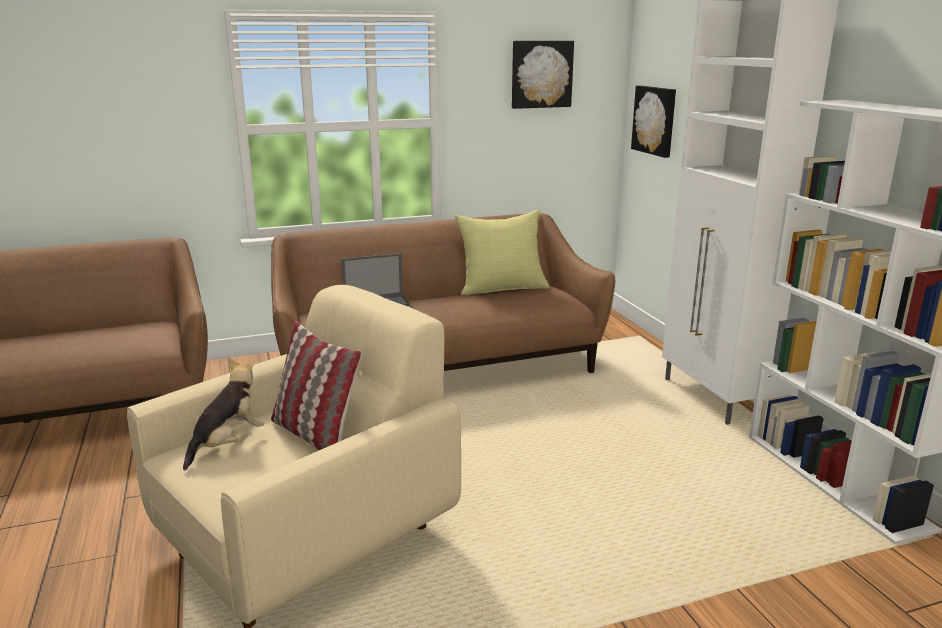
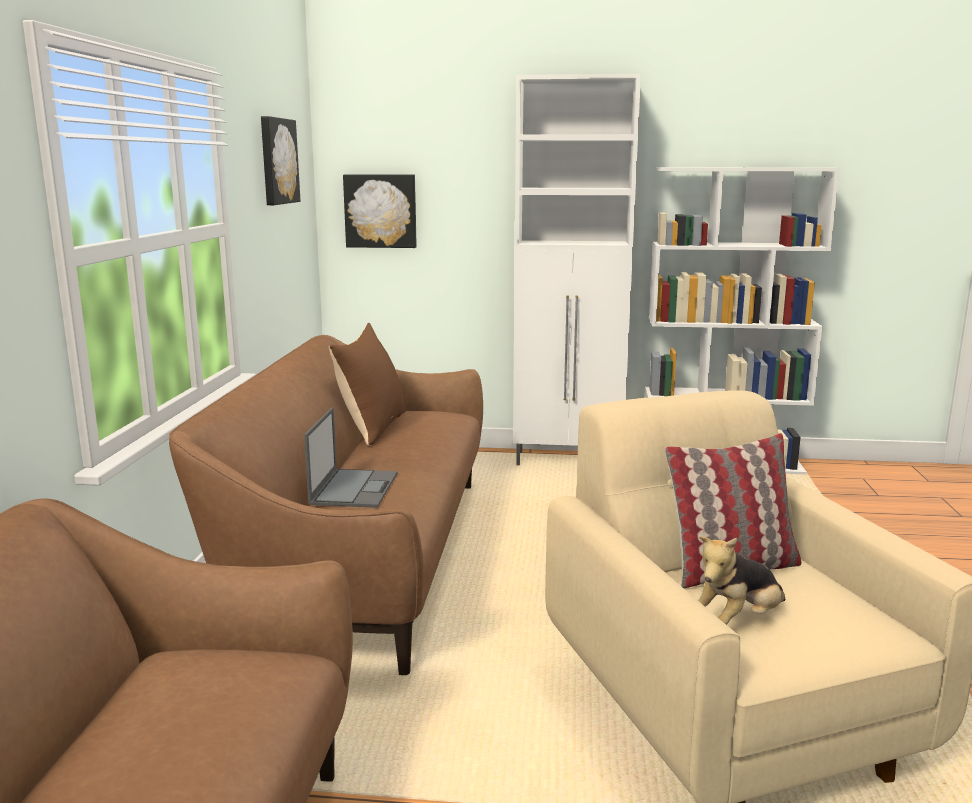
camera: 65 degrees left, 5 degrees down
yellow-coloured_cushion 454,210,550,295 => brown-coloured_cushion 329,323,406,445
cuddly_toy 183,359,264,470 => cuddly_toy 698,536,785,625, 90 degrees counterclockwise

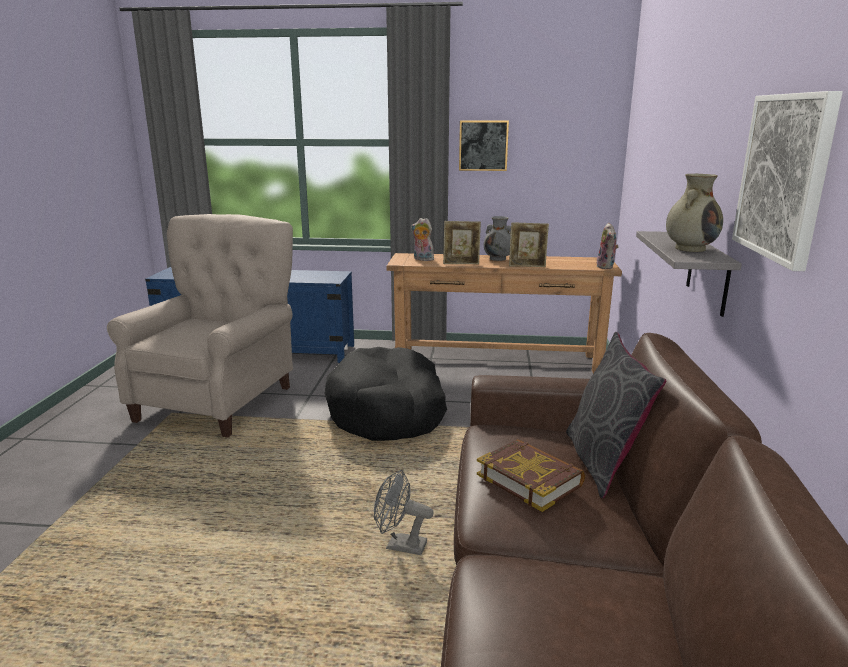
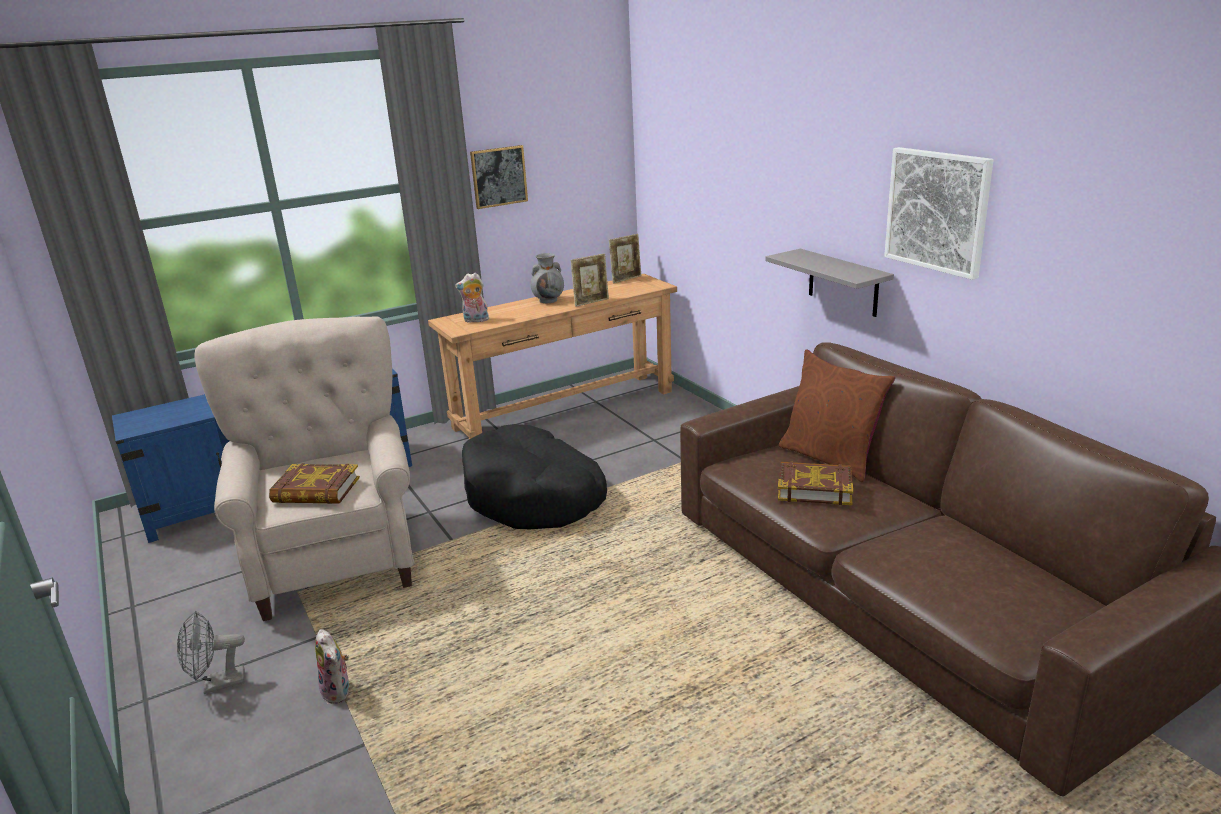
camera: 35 degrees left, 5 degrees up
beige_vase 666,174,723,252 => nothing
standing_frame 443,221,481,264 => standing_frame 609,234,642,284, moved
cuddly_toy 597,223,619,269 => cuddly_toy 315,629,349,704, moved
greyish_cushion 566,332,666,498 => brown-coloured_cushion 779,349,895,482
greyish_fan 374,470,433,555 => greyish_fan 177,611,245,694, moved
nothing => bound_book 269,463,360,504

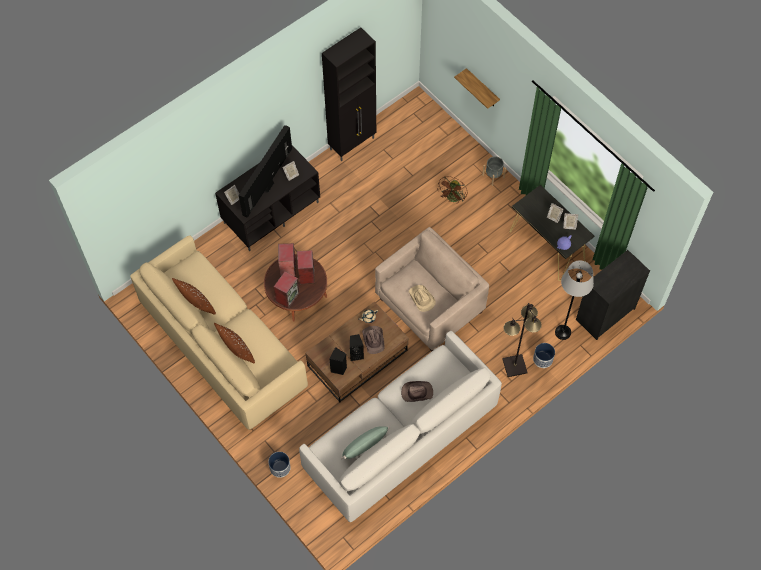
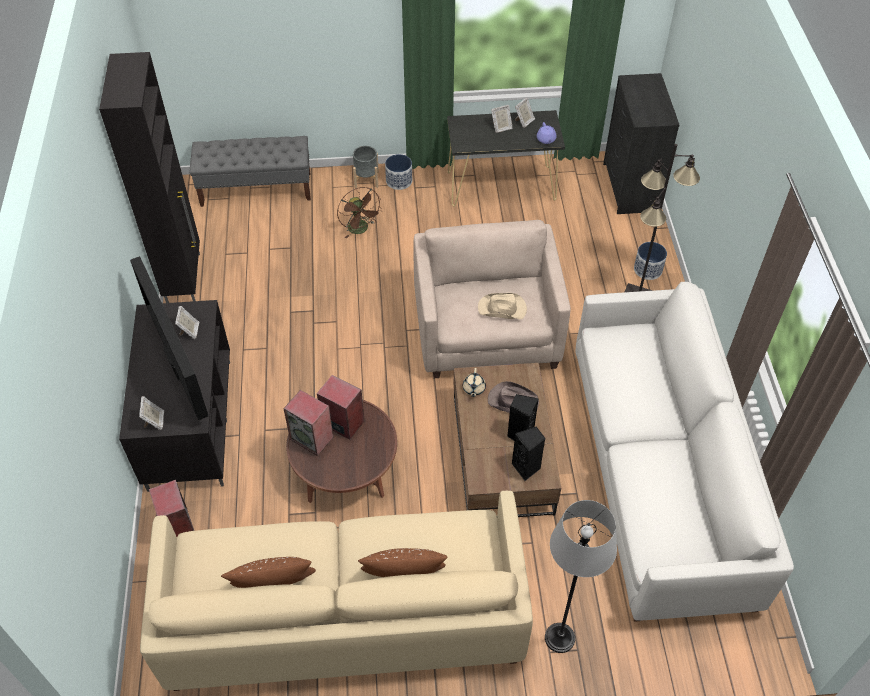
camera: 55 degrees left, 10 degrees down
shelf 454,68,500,109 => nothing
greyish_standard_lamp 555,261,594,340 => greyish_standard_lamp 545,500,617,653, moved
audio_speaker 274,272,300,308 => audio_speaker 149,480,194,537, moved
brown-coloured_clothing_hat 401,381,433,402 => nothing
green-coloured_cushion 341,426,390,459 => nothing
plant_pot 268,452,291,478 => plant_pot 385,154,412,190, moved
nothing => greyish_bench 190,136,311,207

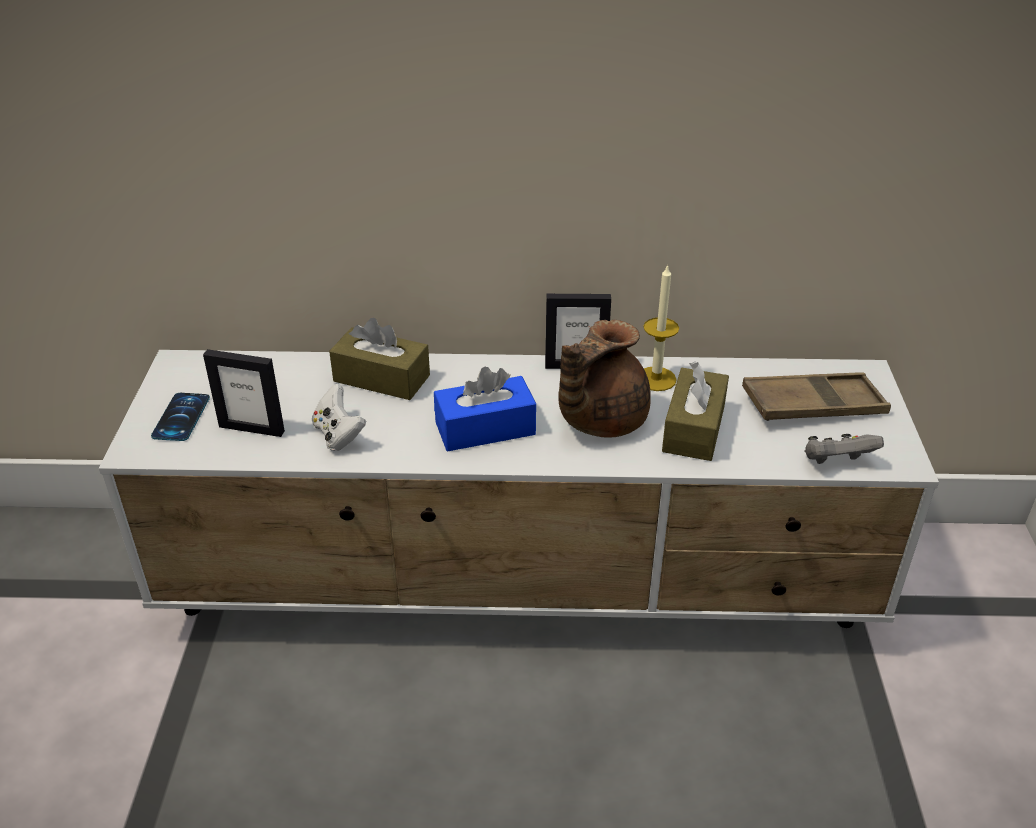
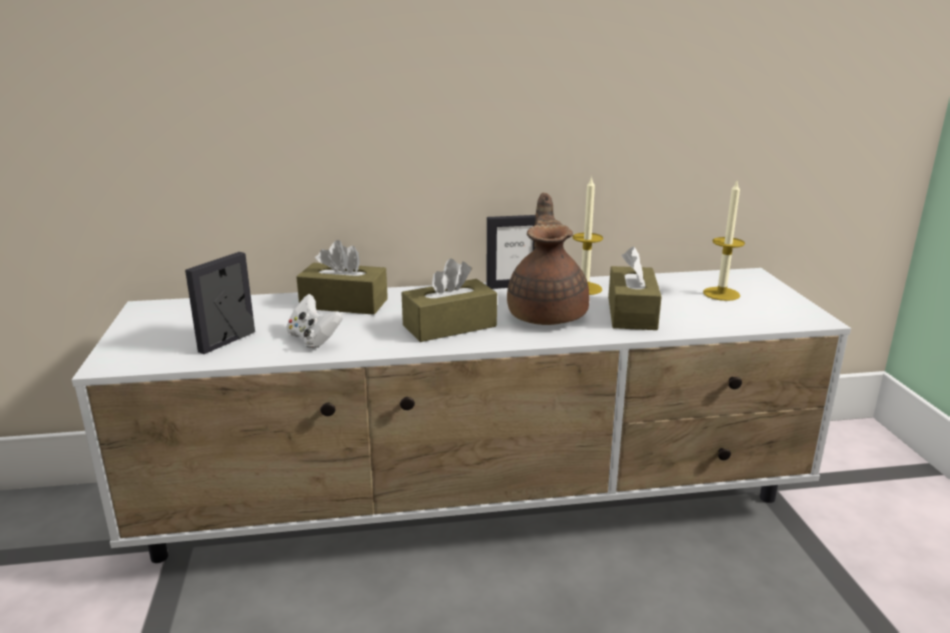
camera: 10 degrees left, 15 degrees down
brown-coloured_pot_for_tea 558,320,651,438 => brown-coloured_pot_for_tea 507,193,589,325, 150 degrees clockwise
standing_frame 203,349,285,437 => standing_frame 185,252,255,354, 120 degrees clockwise
blue-coloured_tissue_holder 434,367,536,451 => brown-coloured_tissue_holder 402,258,497,342
brown-coloured_serving_tray 742,372,891,421 => candle 703,181,745,301
telephone 151,393,210,441 => nothing
greyish_game_controller 805,434,884,464 => nothing

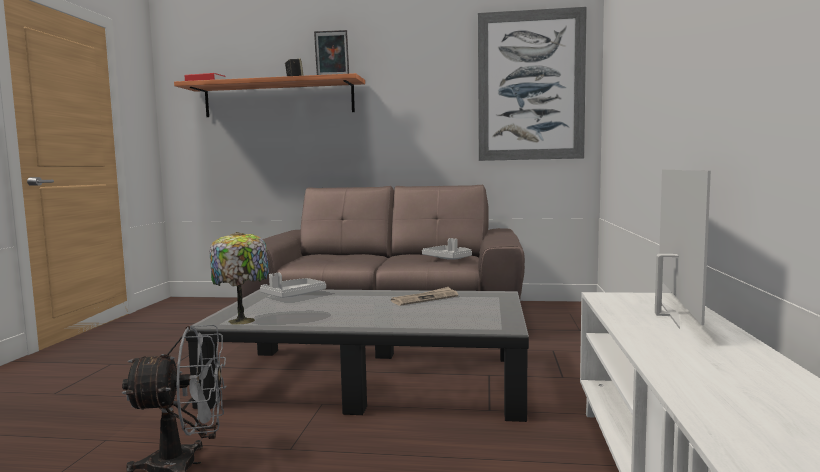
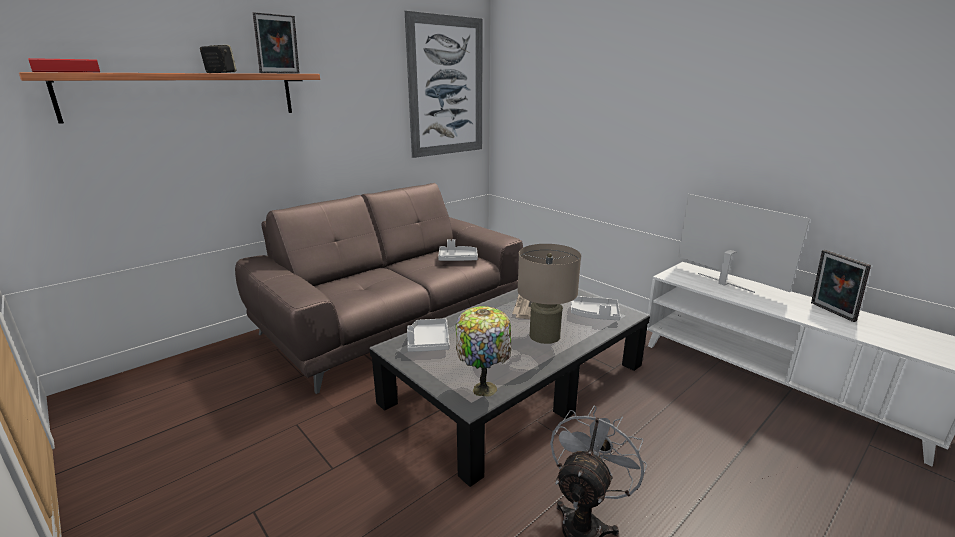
camera: 50 degrees left, 15 degrees up
nothing => beige_lamp_for_a_table 518,244,581,344
nothing => standing_frame 811,250,871,322
nothing => greyish_serving_tray 571,296,621,320

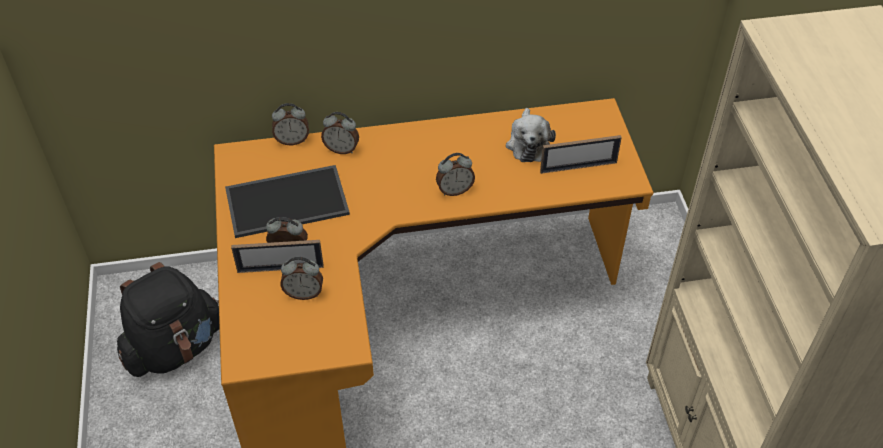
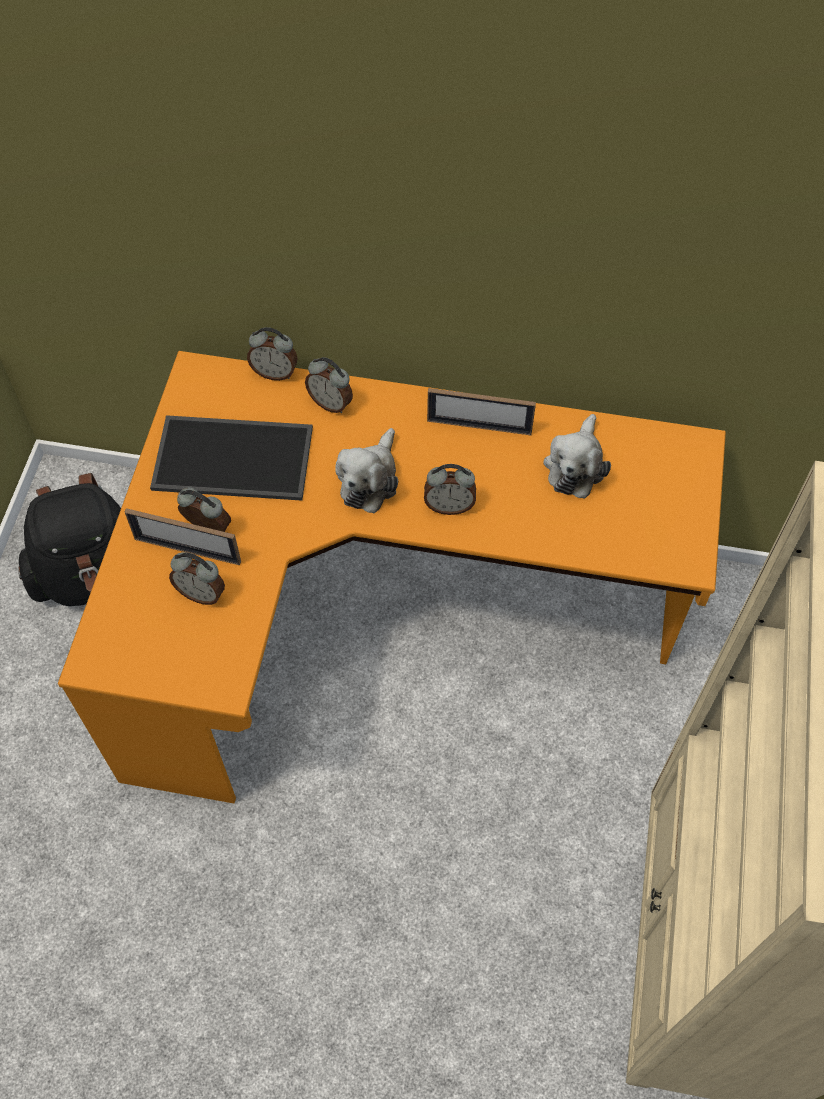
camera: 20 degrees right, 10 degrees up
standing_frame 540,135,622,174 => standing_frame 427,388,536,435, moved
nothing => cuddly_toy 335,428,398,513

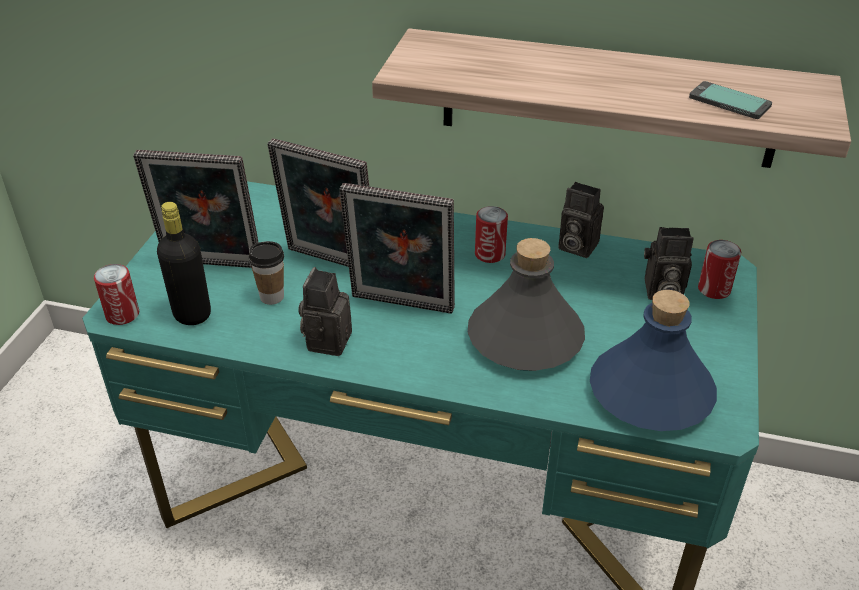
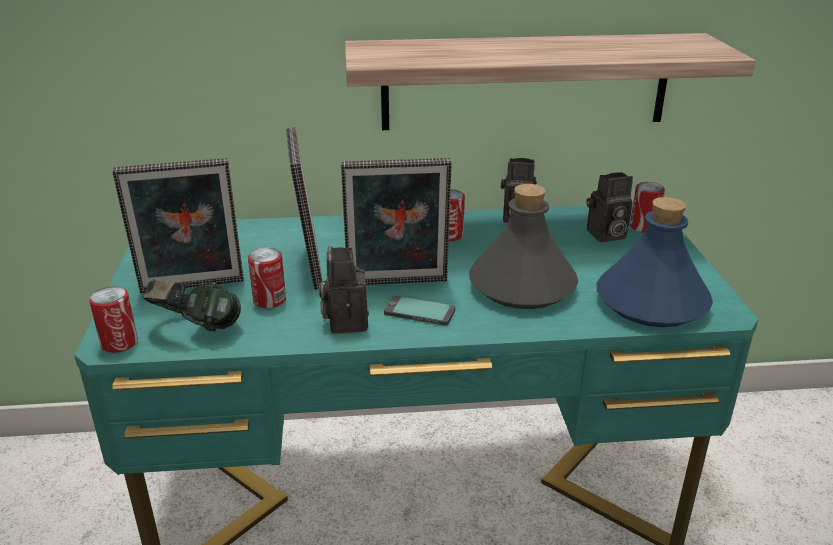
camera: 20 degrees left, 10 degrees down
telephone 689,81,772,119 => telephone 384,296,456,325, moved
standing_frame 267,138,369,267 => standing_frame 286,127,322,290, 75 degrees clockwise
blackish_beverage_bottle 157,202,211,325 => headphones 143,280,241,331
drinking_cup 249,241,284,305 => can 248,248,286,308

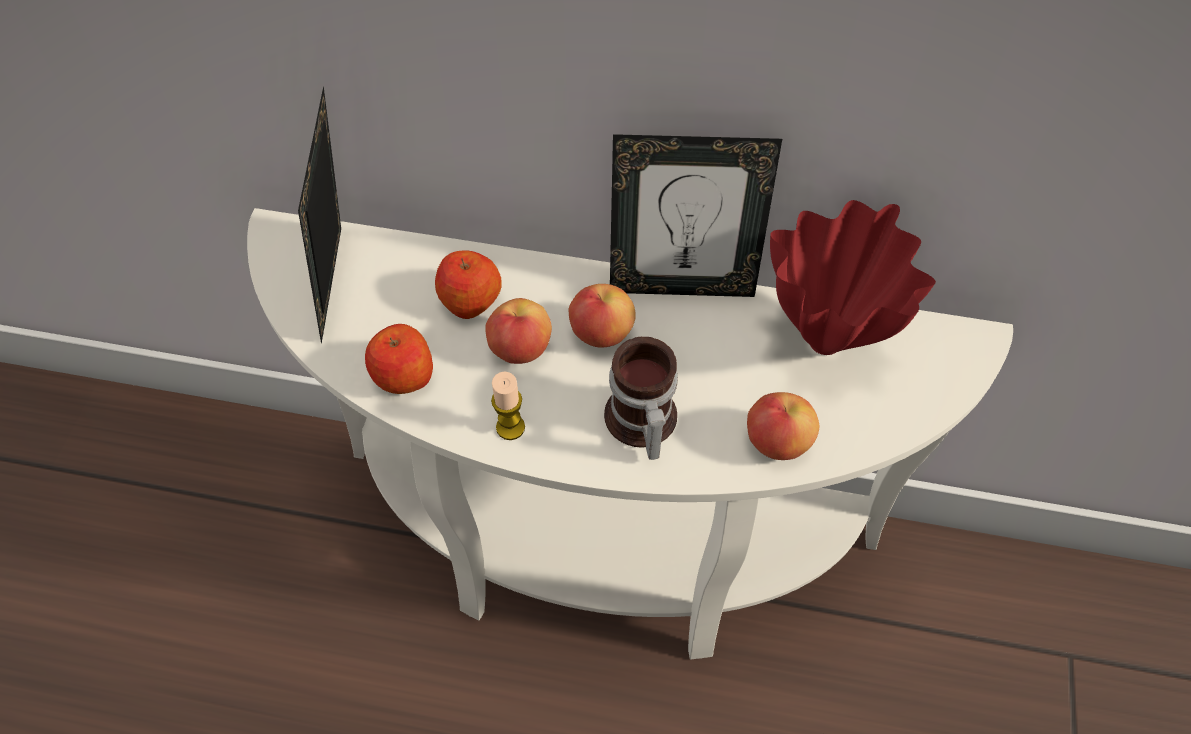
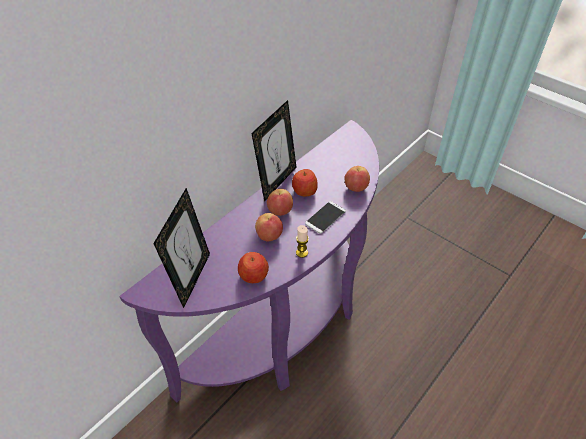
camera: 60 degrees left, 10 degrees down
standing_frame 298,87,341,344 => standing_frame 153,188,210,308, 105 degrees counterclockwise
reddish_vase 770,200,936,355 => nothing
whitish_hall_table 247,208,1013,659 => purple-coloured_hall_table 119,120,379,402
whole_apple 435,250,502,319 => whole_apple 292,169,318,197, moved
mug 604,337,678,460 => telephone 305,201,346,234

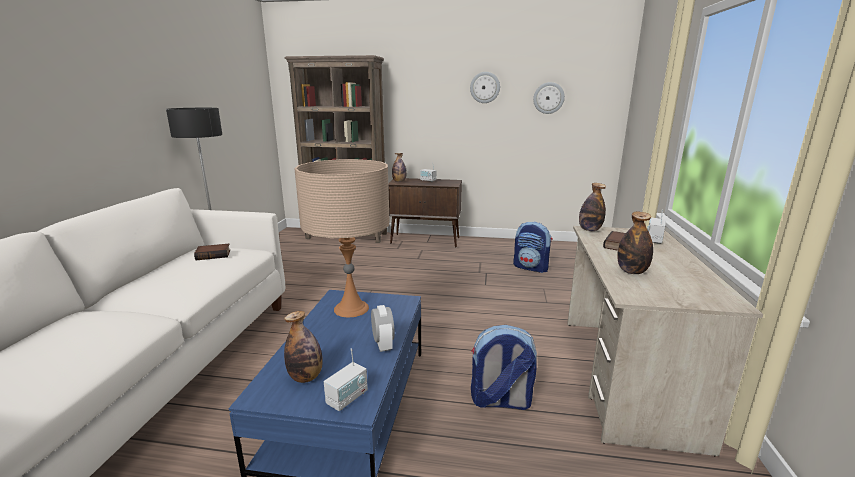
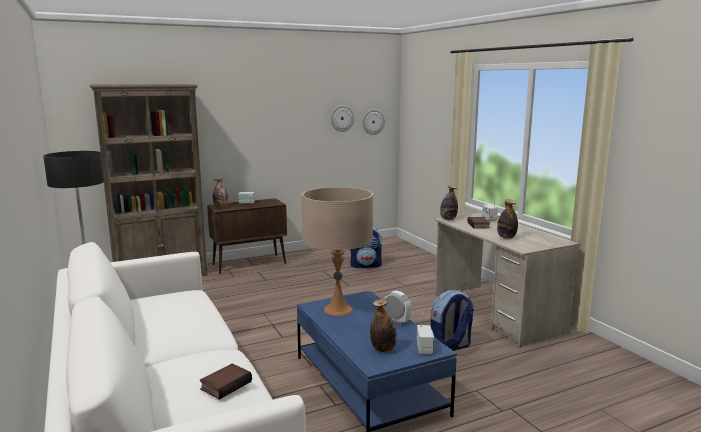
camera: 35 degrees left, 5 degrees down
wall_clock 470,72,500,103 => wall_clock 362,109,385,135, moved
bound_book 194,244,230,260 => bound_book 200,363,252,400, moved

